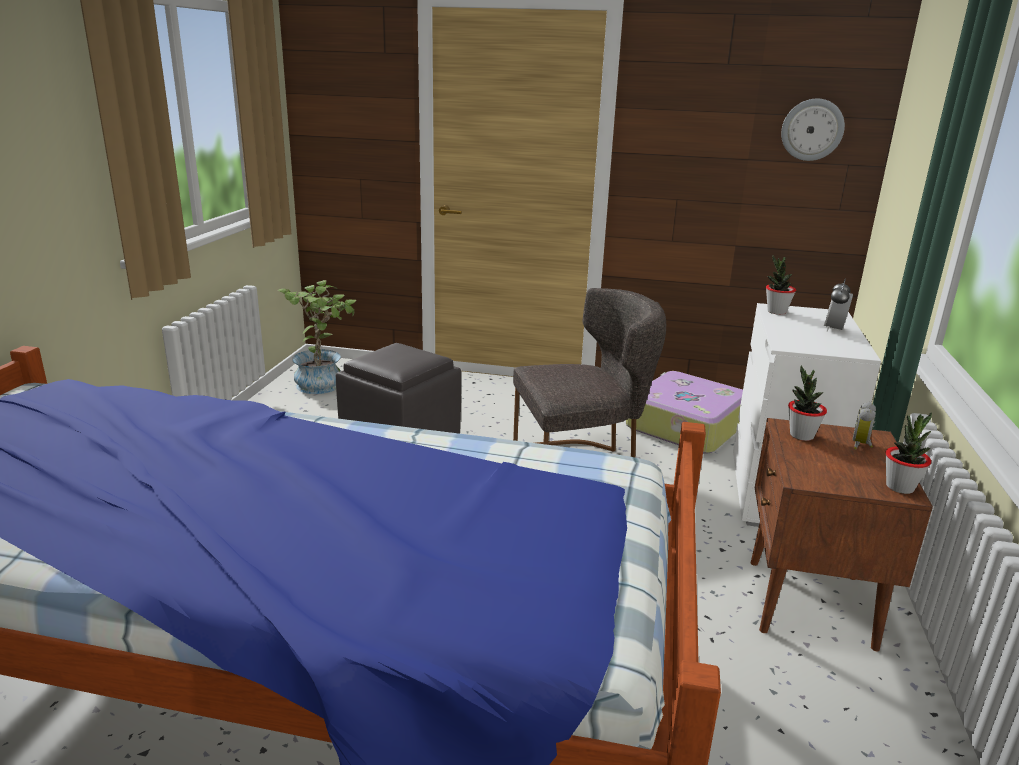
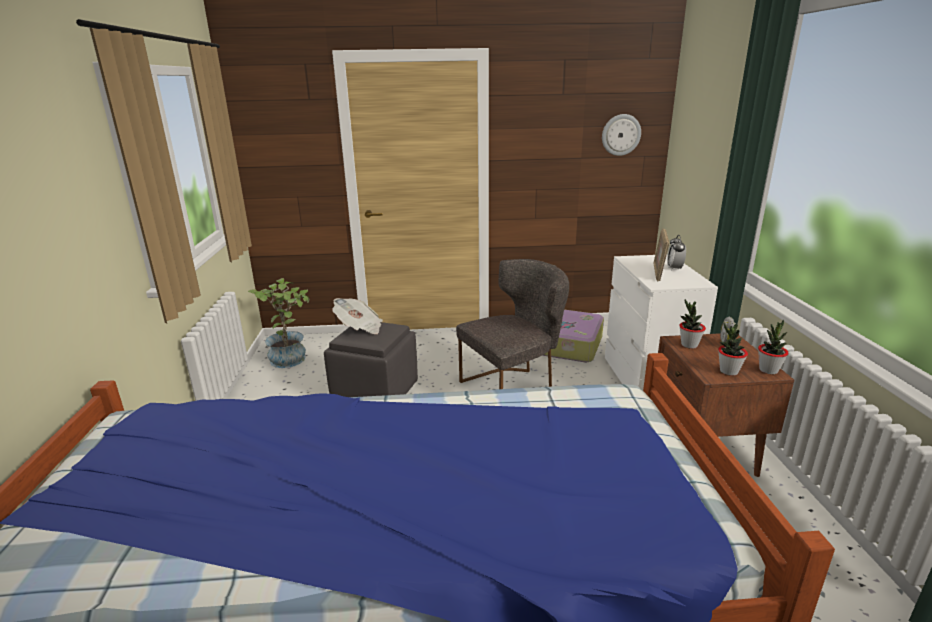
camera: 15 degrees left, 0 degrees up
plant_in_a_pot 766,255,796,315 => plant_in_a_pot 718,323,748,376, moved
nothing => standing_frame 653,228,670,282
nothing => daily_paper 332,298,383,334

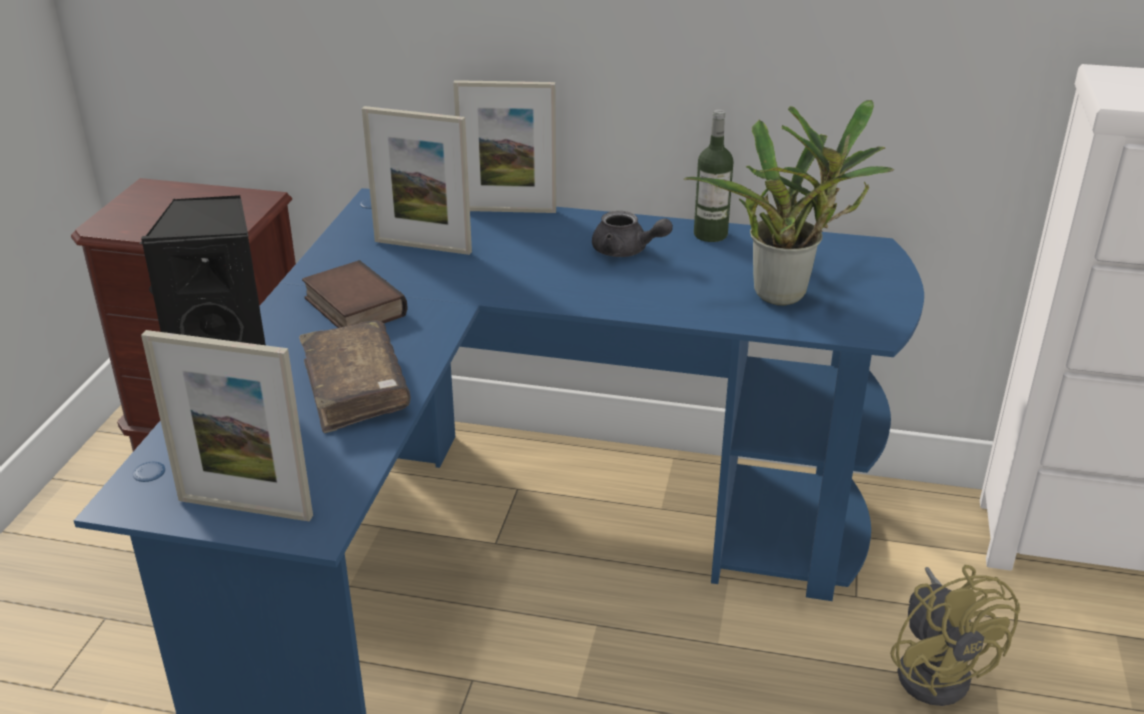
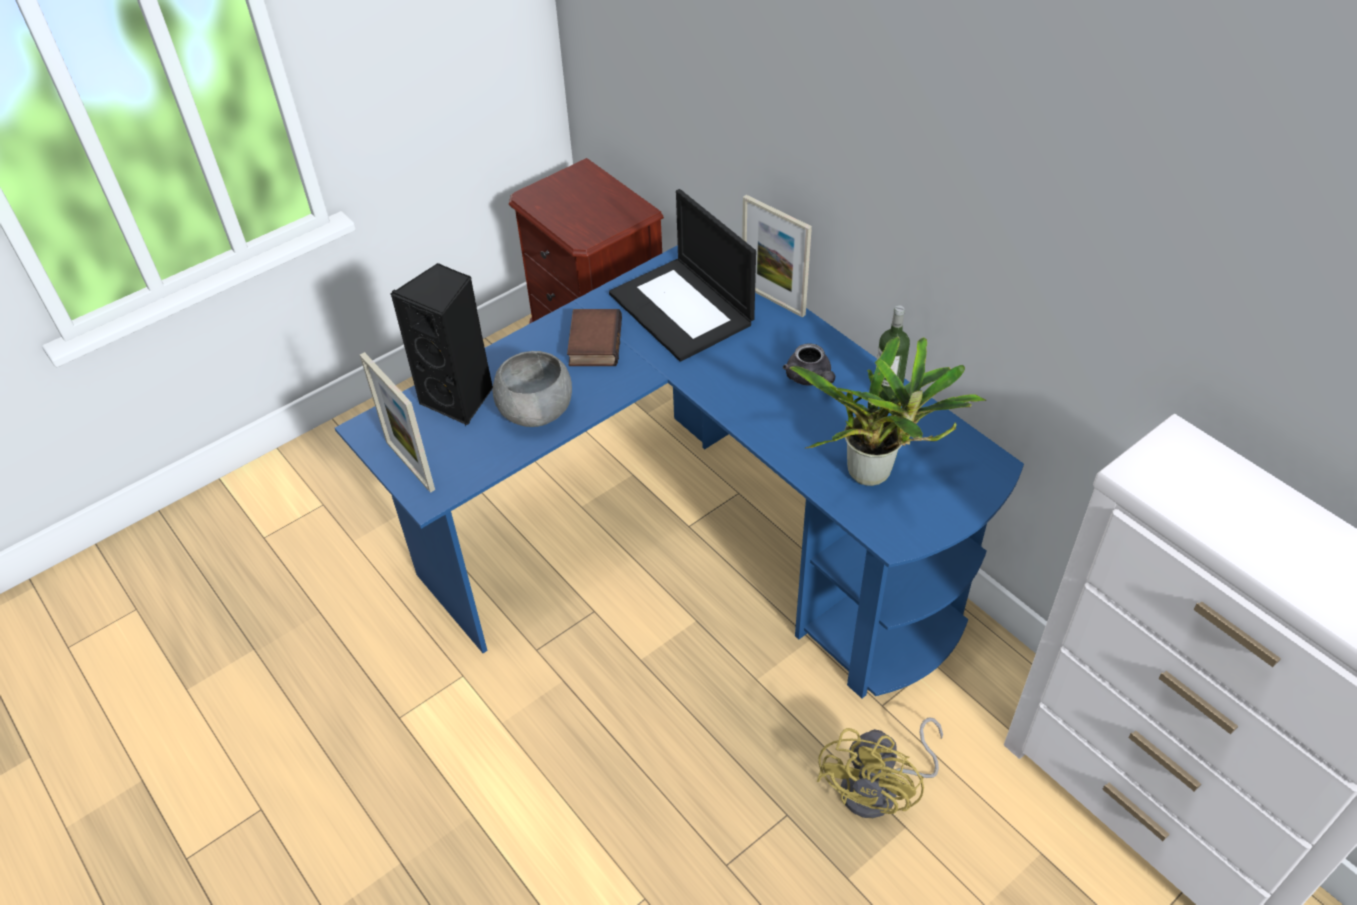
camera: 40 degrees right, 15 degrees up
standing_frame 362,106,472,255 => notebook_computer 609,189,756,362
brown-coloured_bound_book 299,320,411,433 => greyish_serving_bowl 493,351,572,427

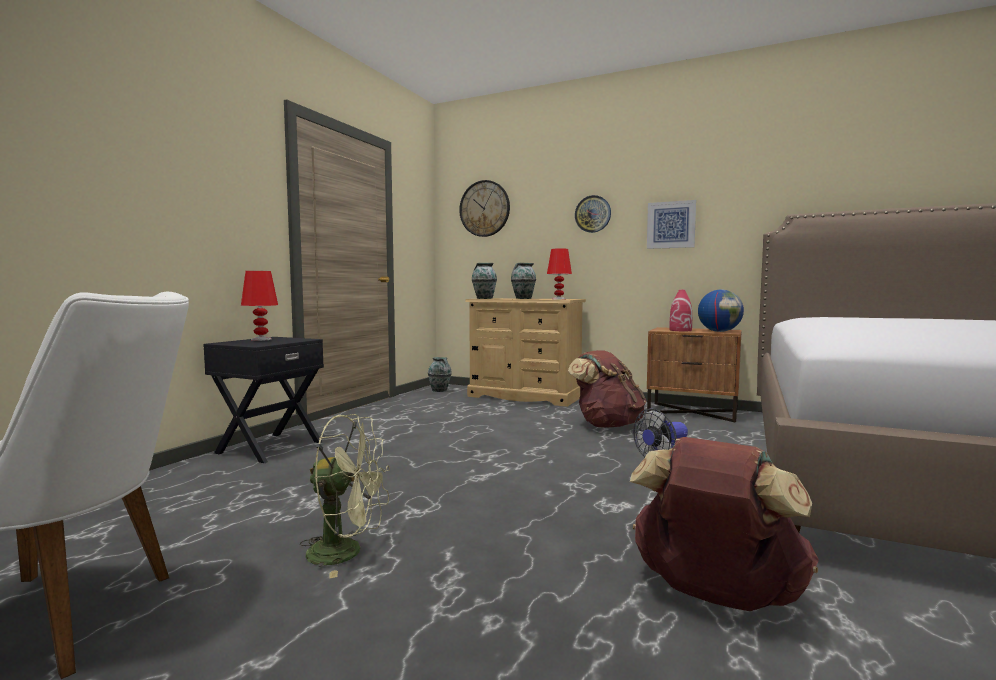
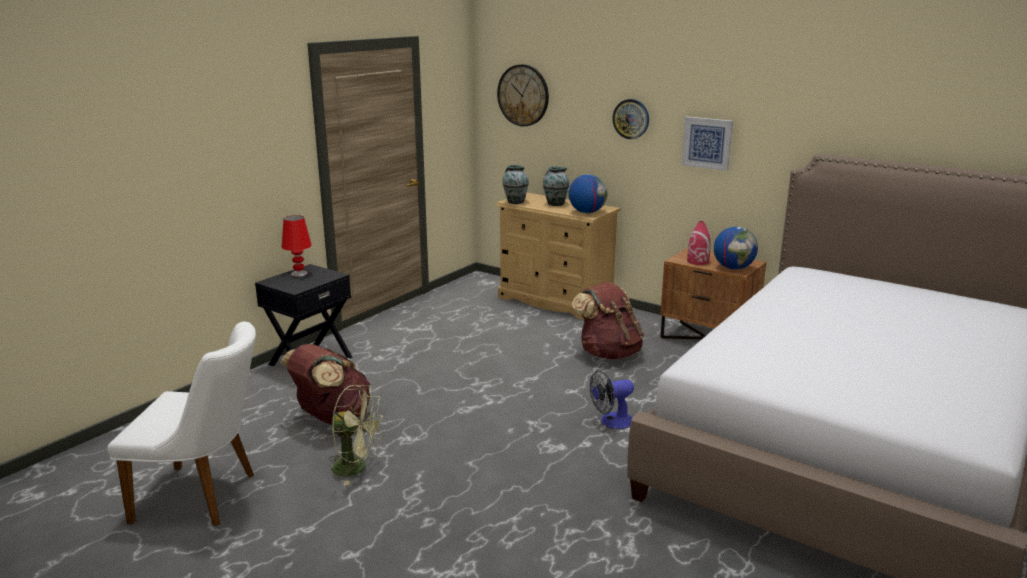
camera: 10 degrees right, 15 degrees up
reddish_lamp_for_a_table 547,248,572,299 => world_globe 568,174,607,213
vase 428,357,452,392 => nothing
brown-coloured_knapsack 630,437,819,611 => brown-coloured_knapsack 280,344,371,425, moved

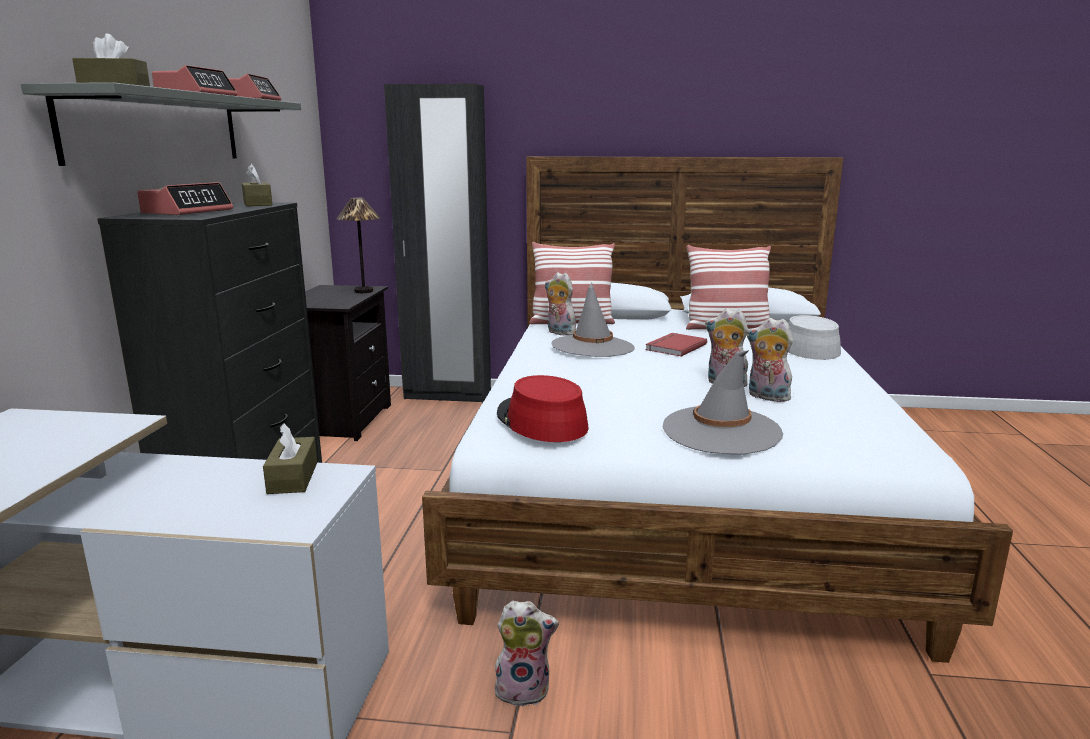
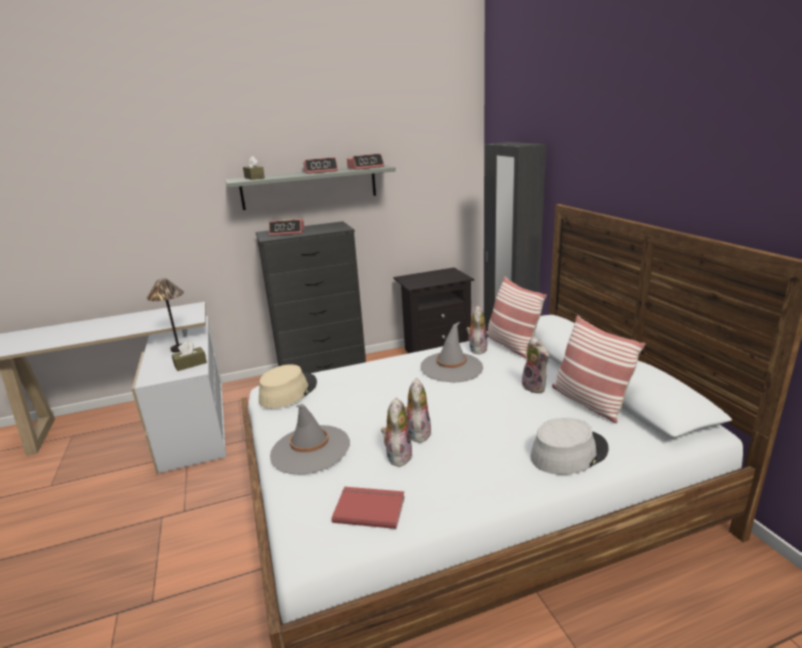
camera: 65 degrees right, 5 degrees up
brown-coloured_tissue_holder 242,164,272,206 => nothing
lamp_for_a_table 336,198,380,293 => lamp_for_a_table 147,279,184,353, moved
reddish_bound_book 645,333,707,357 => reddish_bound_book 332,487,405,529, moved
reddish_clothing_hat 497,375,588,442 => beige_clothing_hat 259,364,317,409
cuddly_toy 493,601,559,707 => cuddly_toy 522,336,549,393, moved

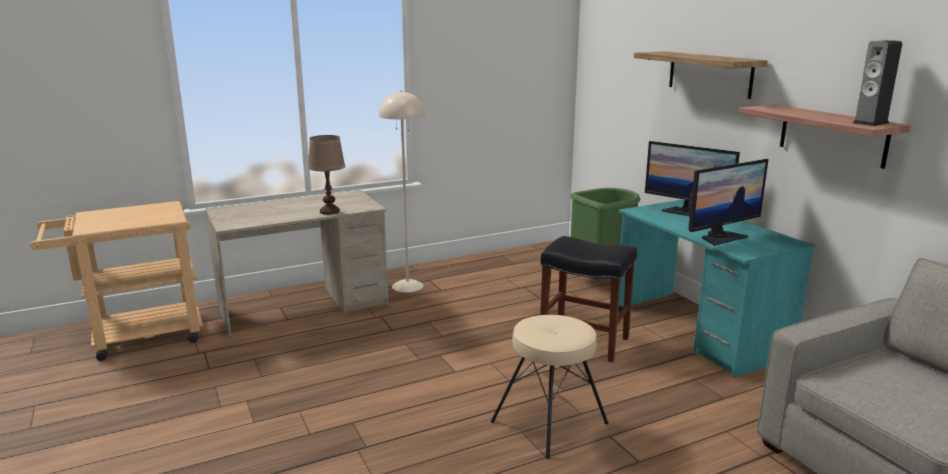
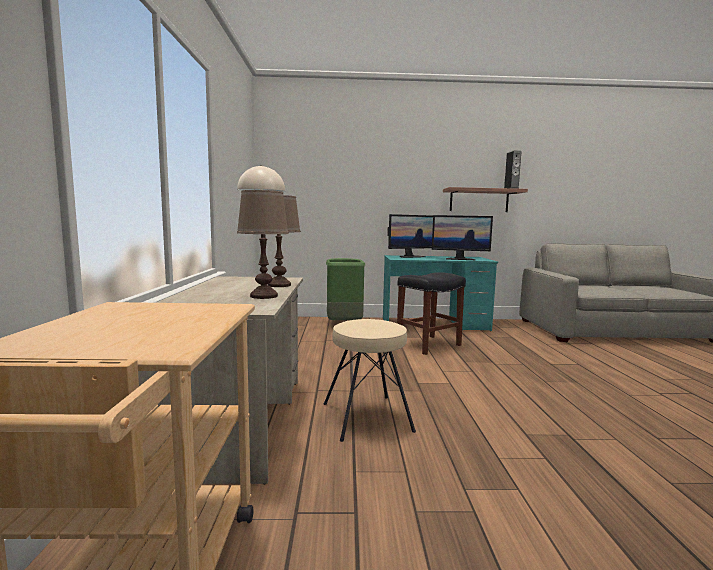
camera: 65 degrees left, 10 degrees down
shelf 634,51,768,99 => nothing
computer_display 688,159,769,246 => computer_display 432,215,493,260, 105 degrees clockwise
beige_stool 491,315,609,459 => beige_stool 324,319,416,442, moved
nothing => brown-coloured_lamp_for_a_table 237,190,289,299

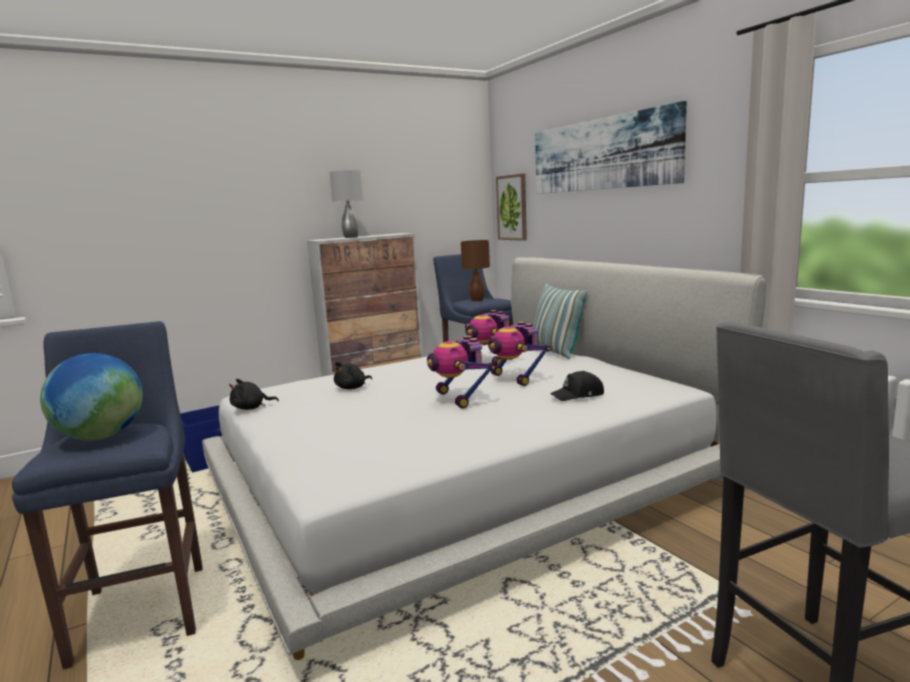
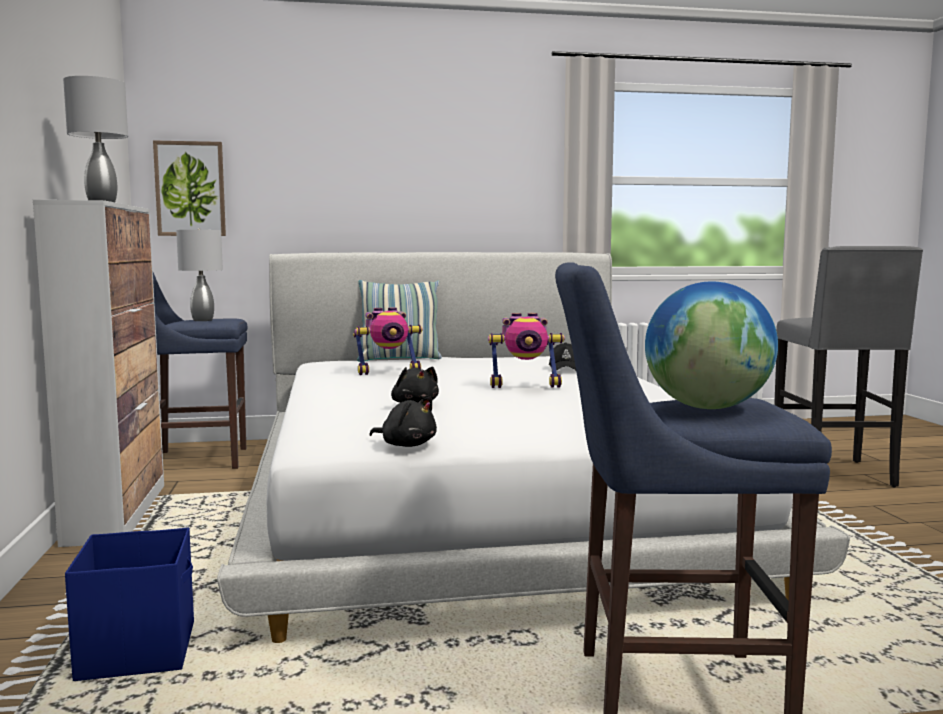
camera: 70 degrees left, 5 degrees down
wall_picture 535,101,687,194 => nothing
brown-coloured_lamp_for_a_table 461,240,490,301 => greyish_lamp_for_a_table 176,228,223,321
toy_robot 488,322,551,386 => nothing
blackish_cuddly_toy 229,379,279,410 => blackish_cuddly_toy 370,397,437,447, 60 degrees counterclockwise

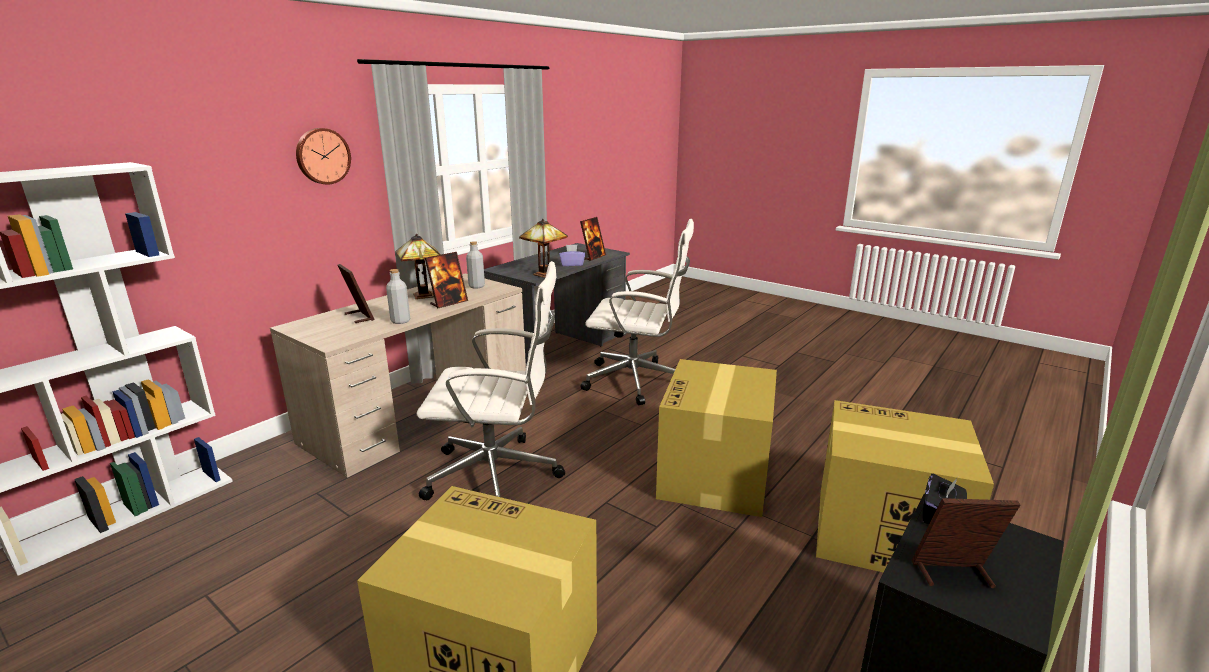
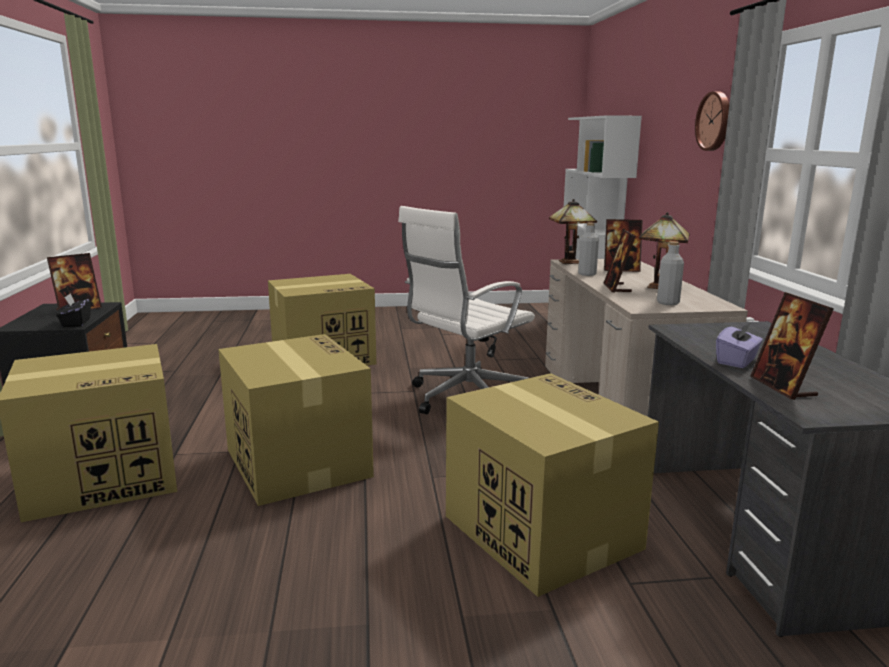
camera: 135 degrees right, 5 degrees down
lamp_for_a_table 519,219,568,278 => lamp_for_a_table 549,199,597,264, moved
whitish_computer_chair 580,219,694,405 => cardboard_box 446,373,659,597

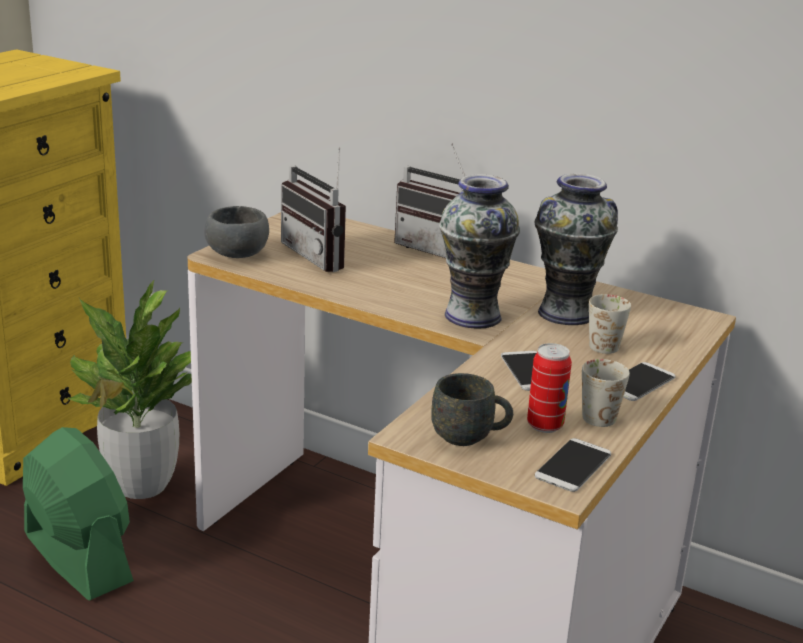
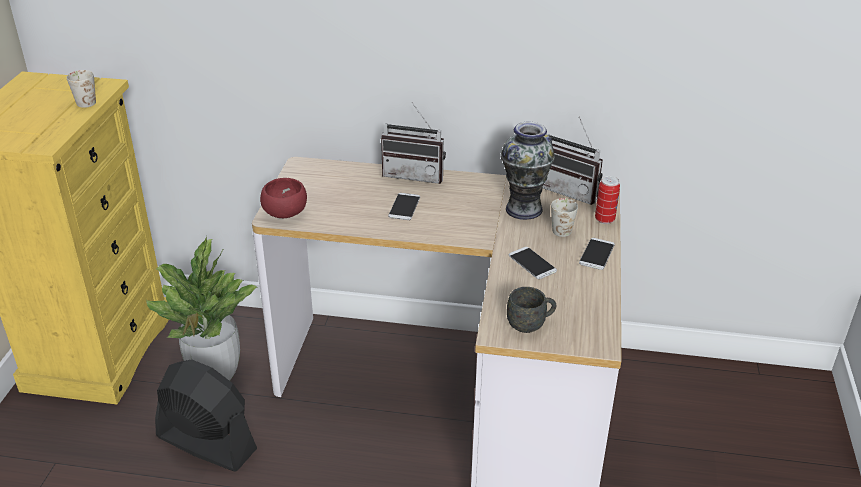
camera: 20 degrees left, 10 degrees up
radio_set 281,148,346,272 => radio_set 542,117,603,205, moved
vase 439,174,520,328 => nothing
greyish_serving_bowl 204,206,269,258 => reddish_serving_bowl 260,178,307,218
can 527,343,572,433 => can 595,176,620,224, moved
whitish_mug 582,359,630,427 => whitish_mug 67,70,96,108, moved
green-coloured_fan 23,427,134,601 => blackish_fan 155,359,257,471
telephone 535,438,611,492 => telephone 388,193,420,220, moved

